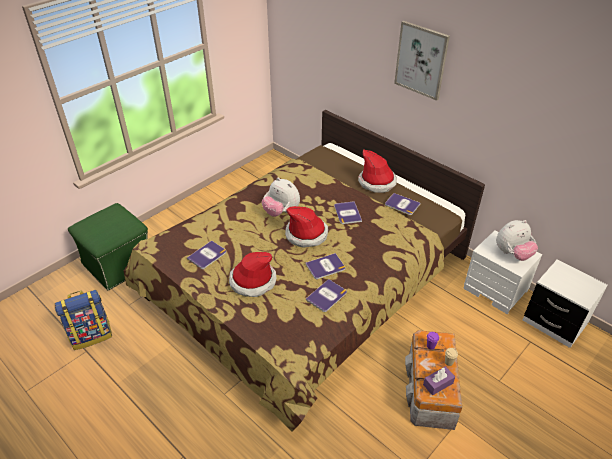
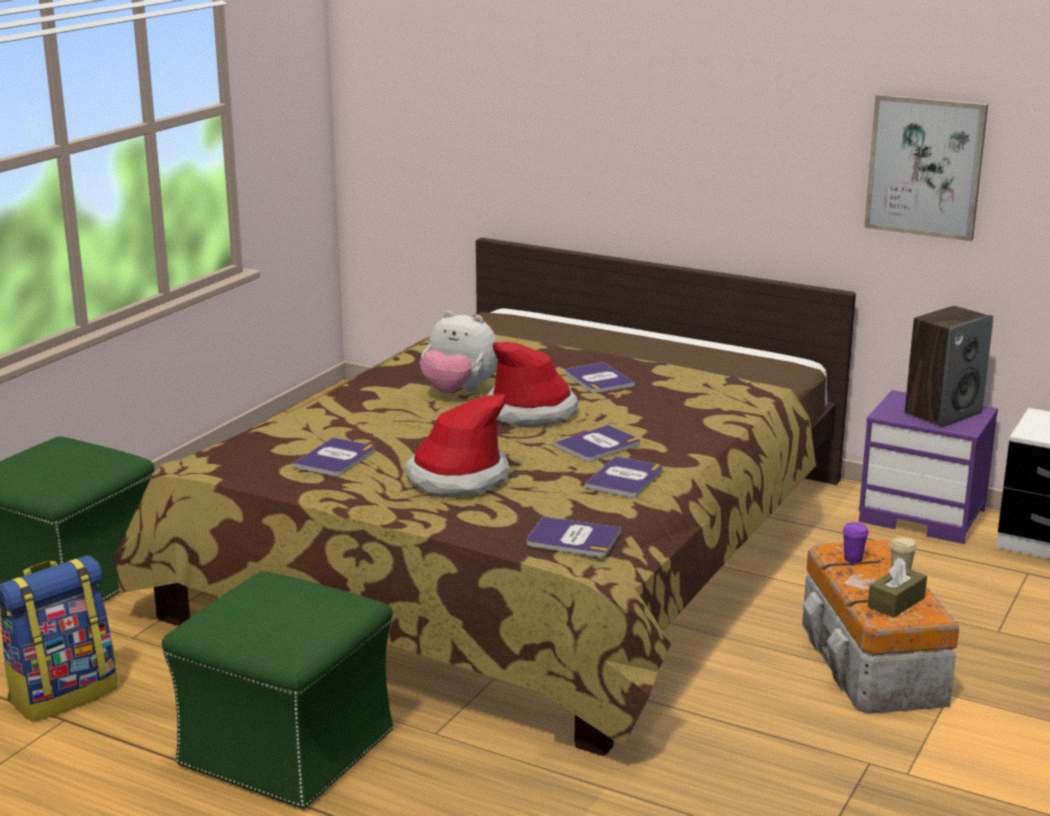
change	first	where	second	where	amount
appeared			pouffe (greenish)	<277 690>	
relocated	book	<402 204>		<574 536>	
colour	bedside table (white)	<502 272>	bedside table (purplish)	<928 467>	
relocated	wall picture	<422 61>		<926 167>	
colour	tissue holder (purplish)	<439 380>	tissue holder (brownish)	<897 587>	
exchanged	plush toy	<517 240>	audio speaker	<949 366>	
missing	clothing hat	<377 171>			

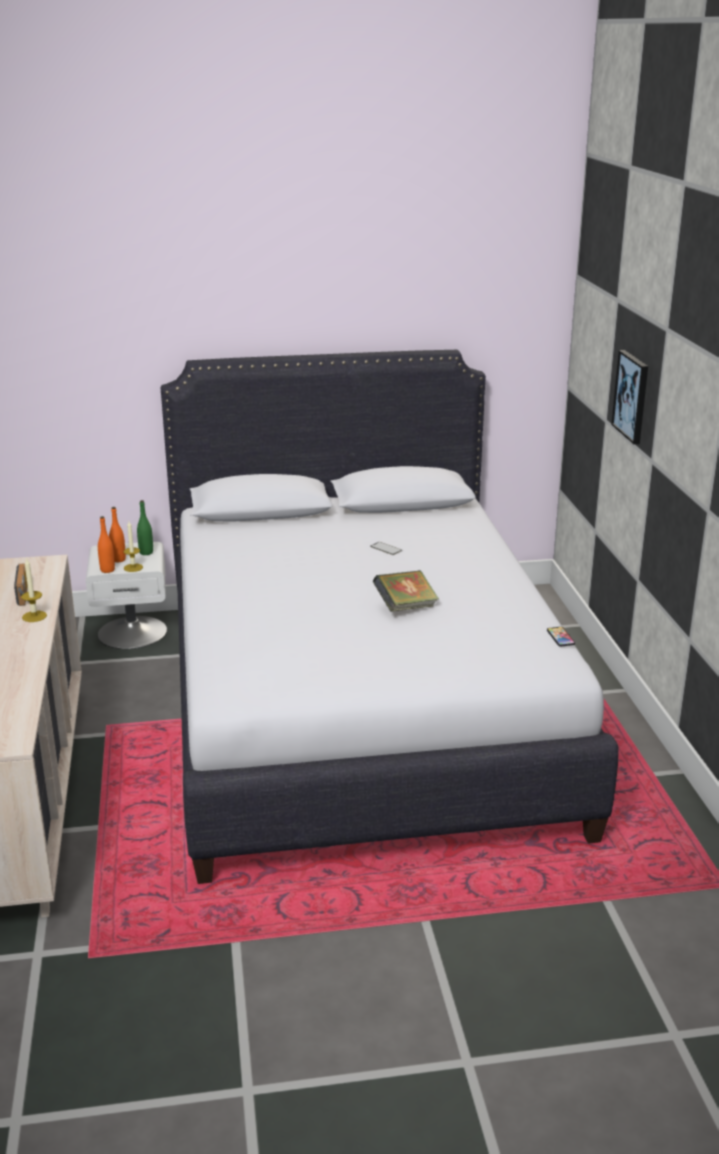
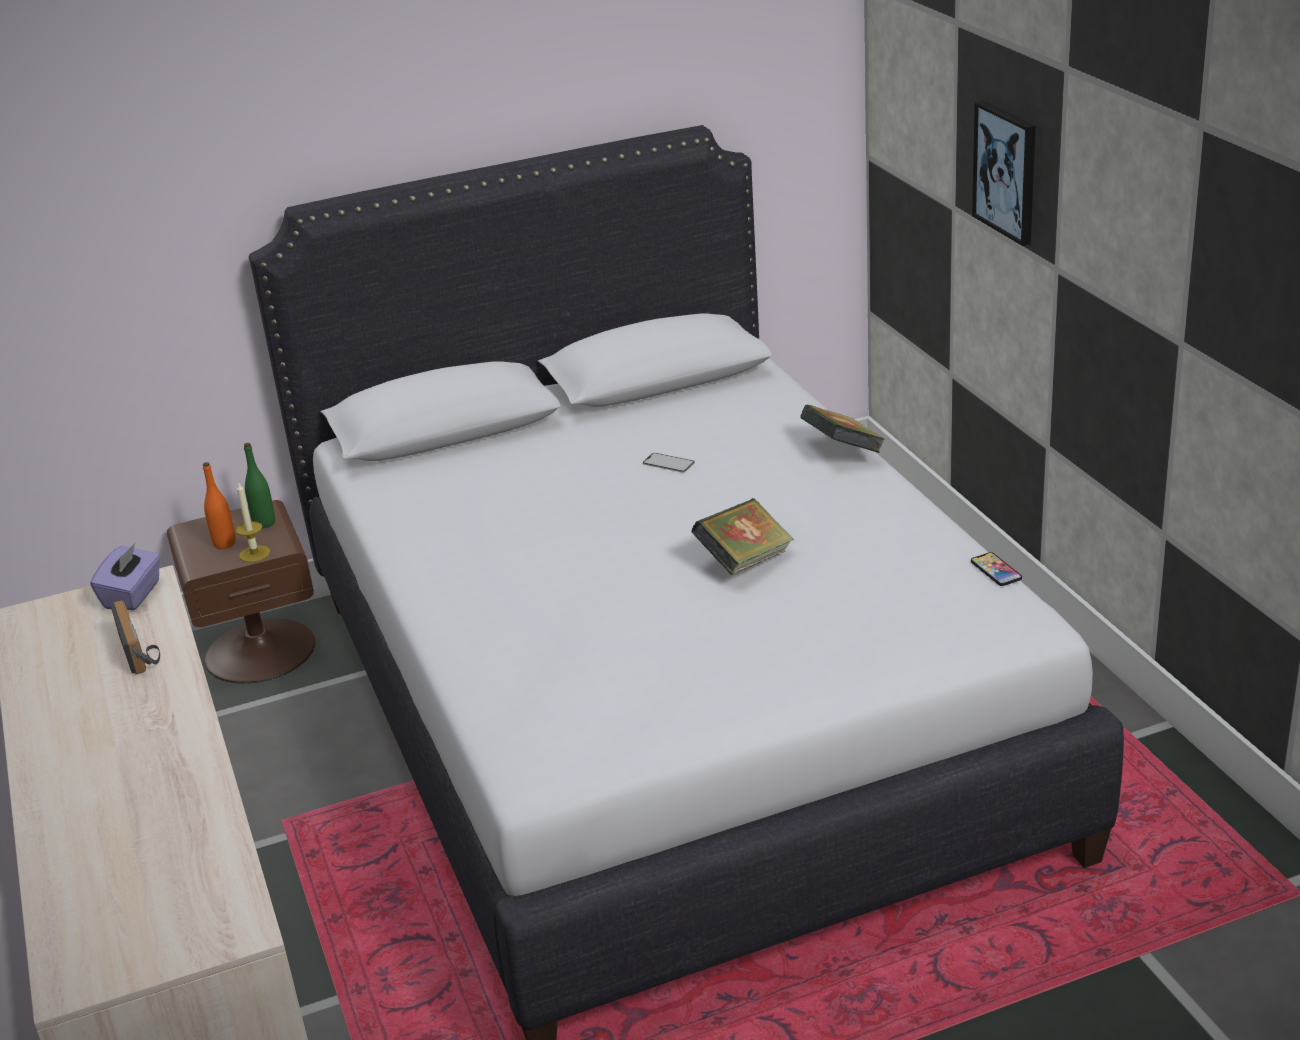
change	first	where	second	where	amount
appeared			tissue holder (purplish)	<125 576>	
colour	bedside table (white)	<126 595>	bedside table (brownish)	<241 591>	
appeared			book	<842 428>	
missing	wax candle	<34 590>			
missing	drink bottle (orange-coloured)	<106 544>			

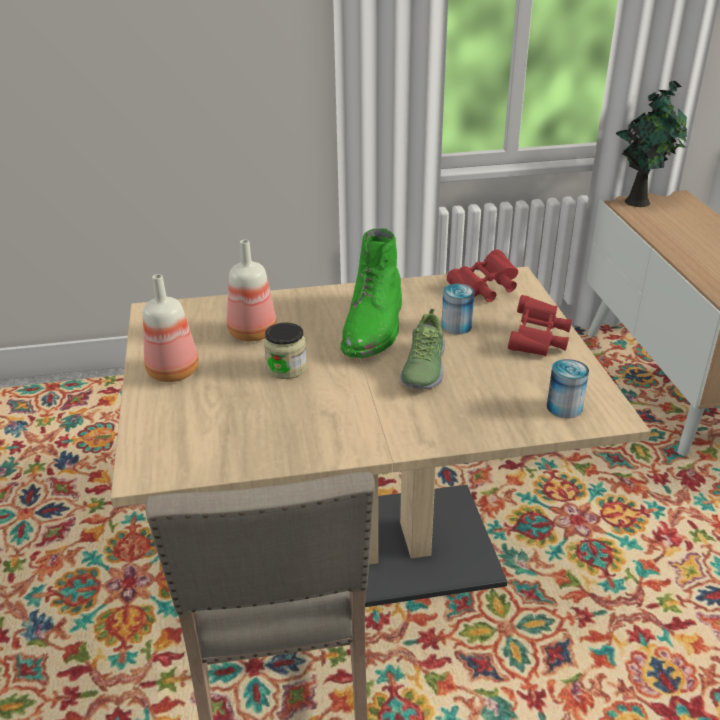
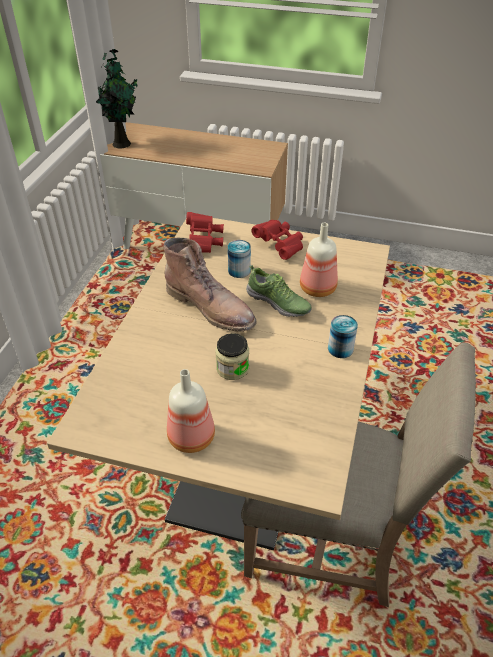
change	first	where	second	where	amount
colour	high-top boot (greenish)	<371 293>	high-top boot (brownish)	<210 285>	
relocated	drink bottle	<252 290>		<319 260>	
relocated	sealed can	<568 388>		<343 336>	

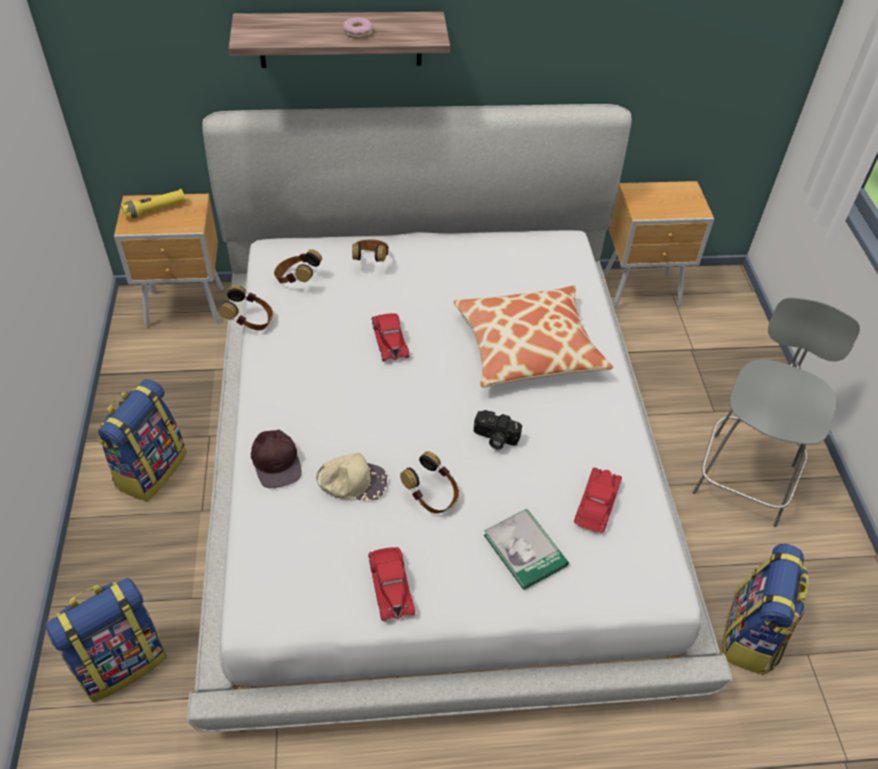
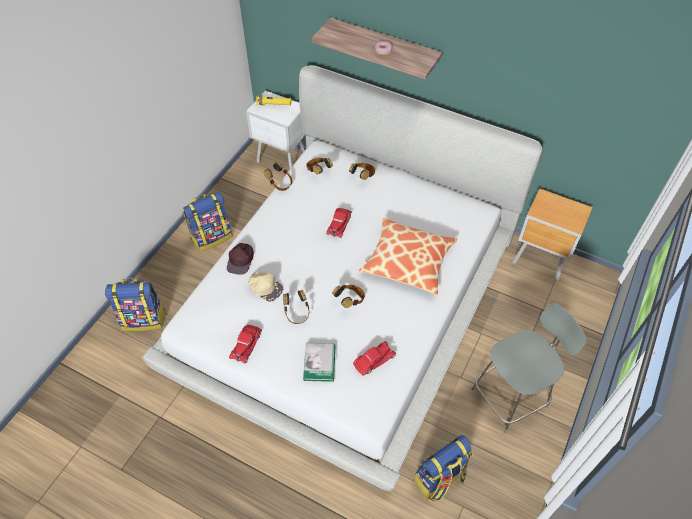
change	first	where	second	where	amount
colour	bedside table (brownish)	<169 260>	bedside table (white)	<275 130>	
exchanged	still camera	<498 429>	headphones	<348 296>	

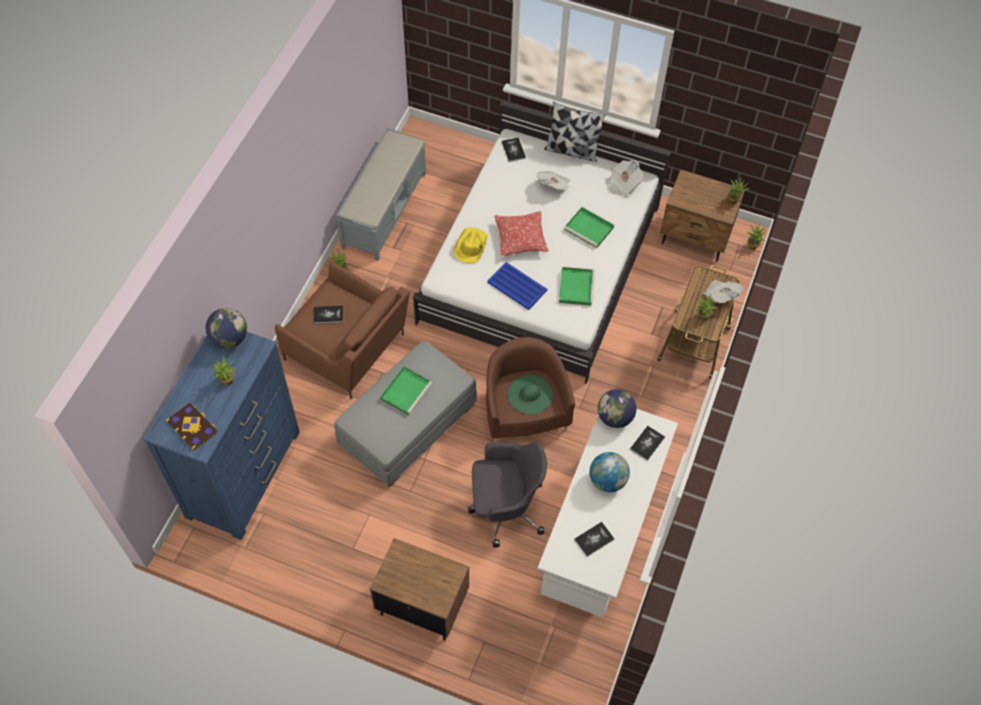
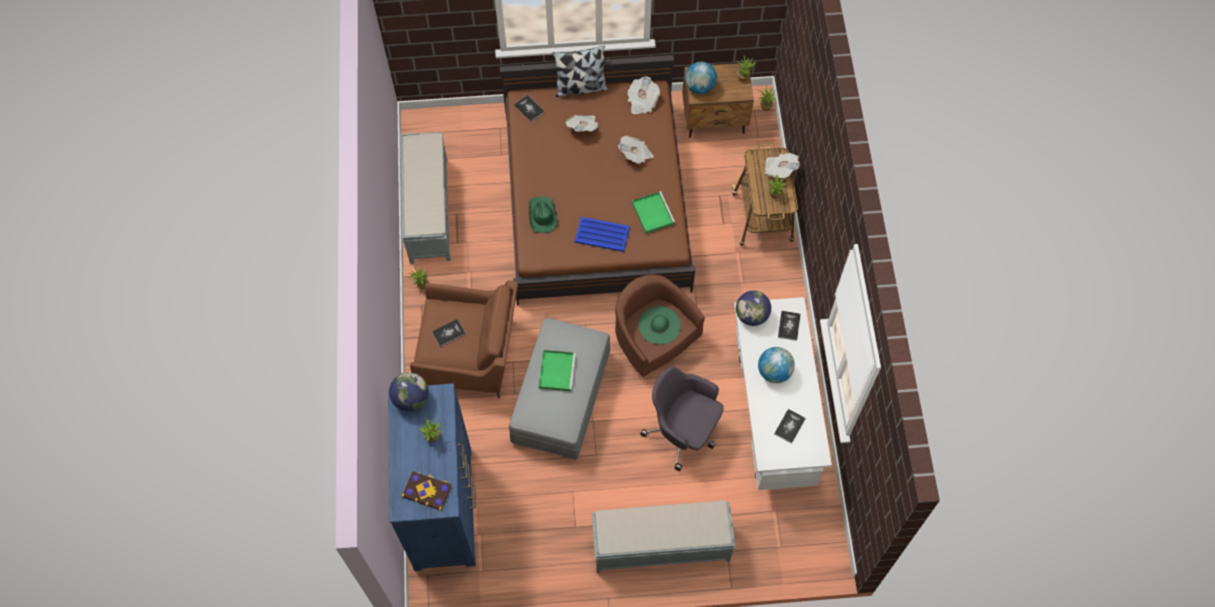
change	first	where	second	where	amount
colour	sleeping bed (white)	<542 242>	sleeping bed (brownish)	<598 180>	
colour	clothing hat (yellow-coloured)	<471 245>	clothing hat (greenish)	<543 214>	
exchanged	bedside table (brownish)	<419 589>	long seat (grey)	<664 536>	
exchanged	serving tray (greenish)	<589 227>	daily paper	<636 150>	
spun	office chair (grey)	<507 495>		<682 418>	120 degrees counterclockwise
appeared			desk globe	<701 78>	
missing	cushion	<521 233>			

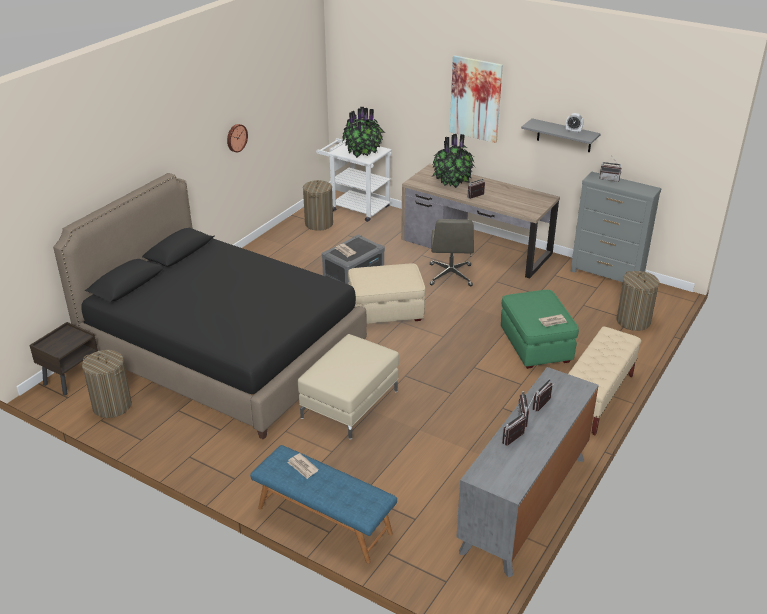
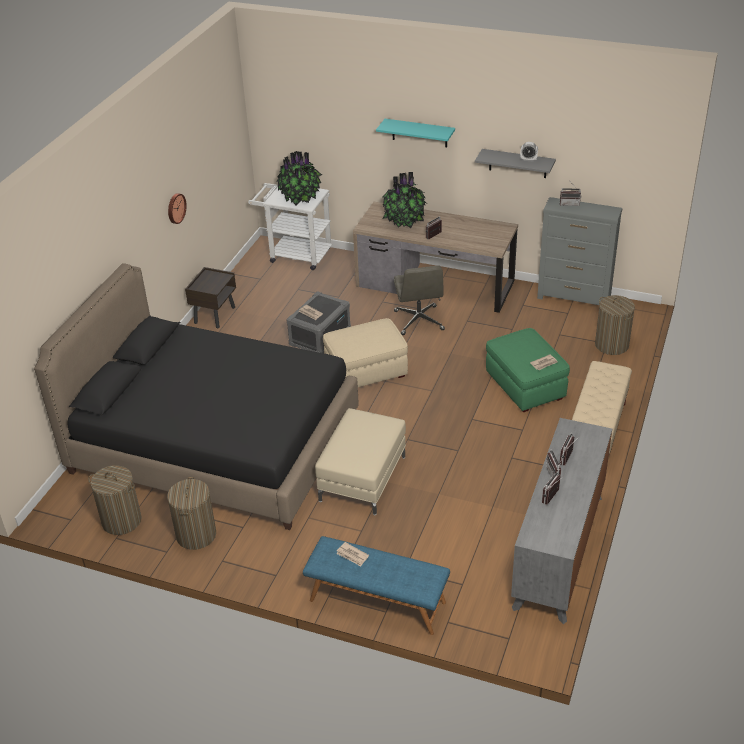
change	first	where	second	where	amount
relocated	hamper	<318 205>		<191 513>	
relocated	bedside table (brownish)	<63 358>		<210 297>	
exchanged	wall picture	<476 99>	shelf (blue-green)	<415 133>	

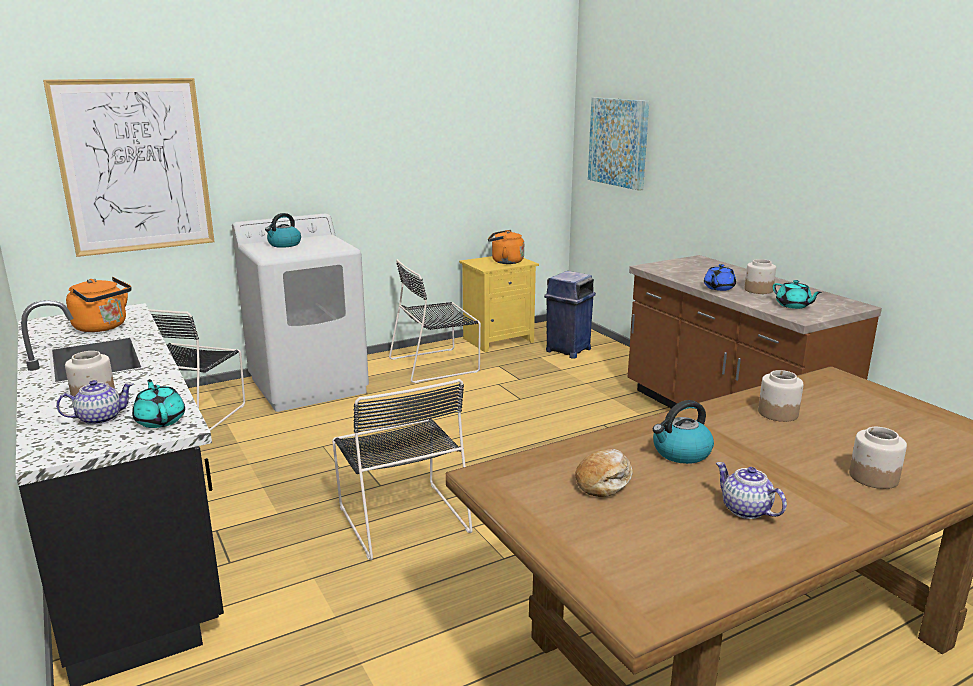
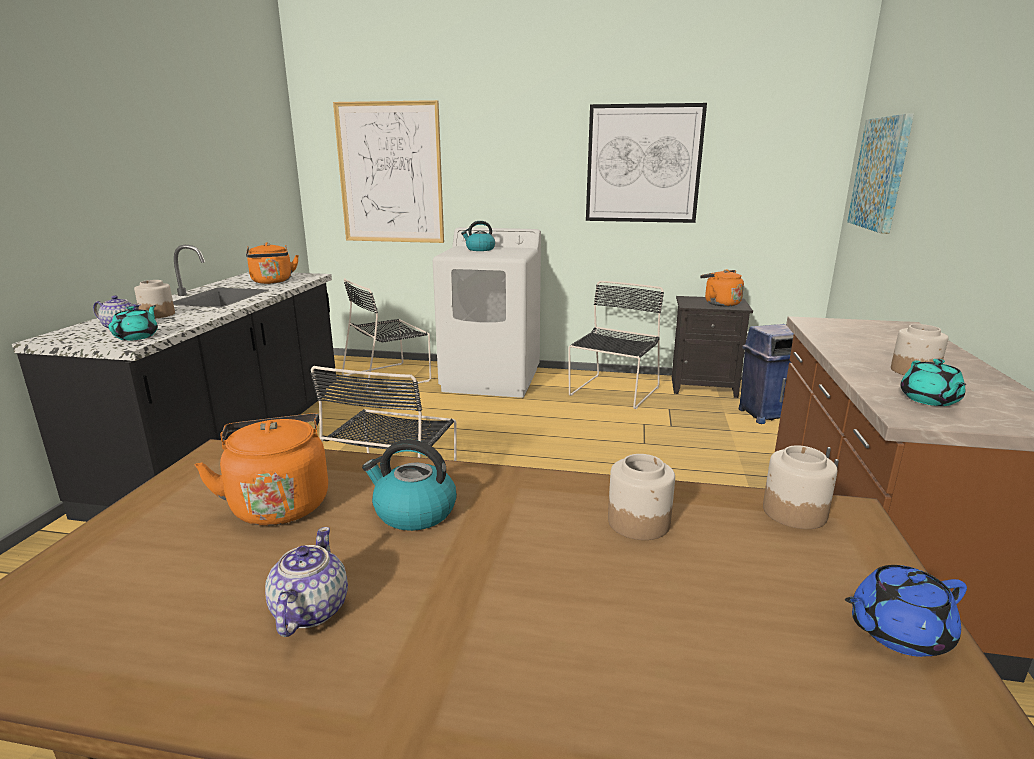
change	first	where	second	where	amount
exchanged	bread	<604 473>	water kettle (orange-coloured)	<261 469>	
spun	chair (blackish)	<435 321>		<616 345>	105 degrees clockwise
appeared			wall picture	<646 163>	
colour	bedside table (yellow-coloured)	<499 304>	bedside table (blackish)	<712 347>	
relocated	jar	<878 458>		<800 487>	
relocated	teapot (blue-coloured)	<720 277>		<906 611>	

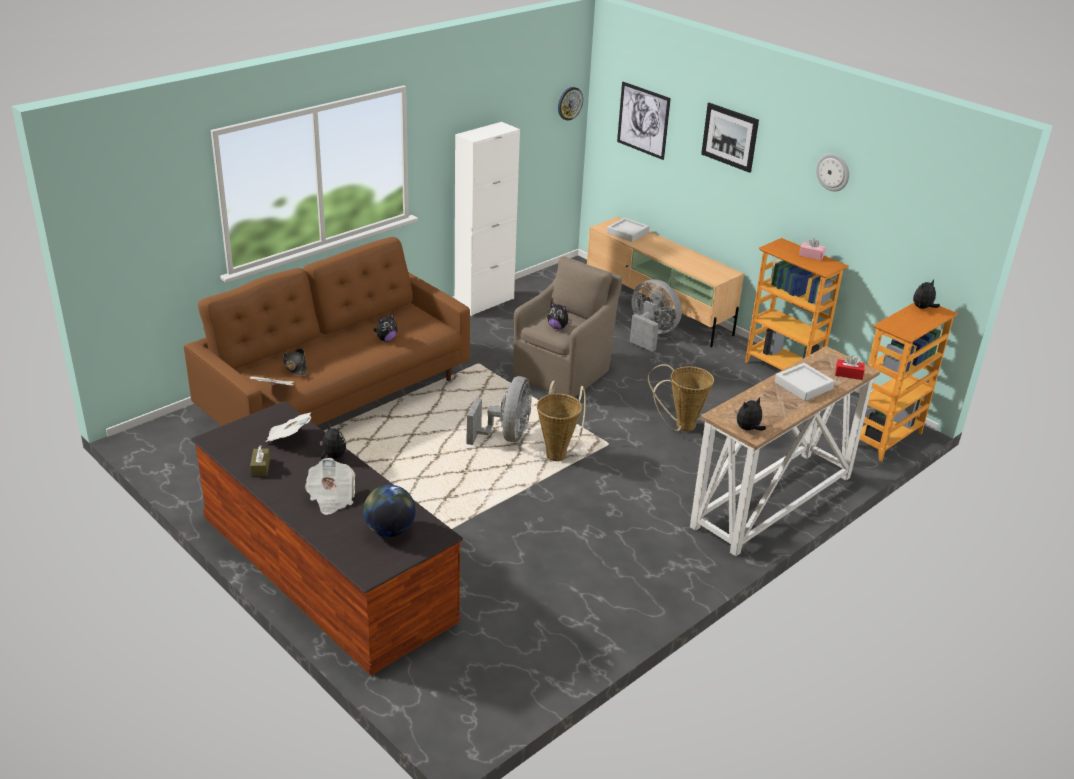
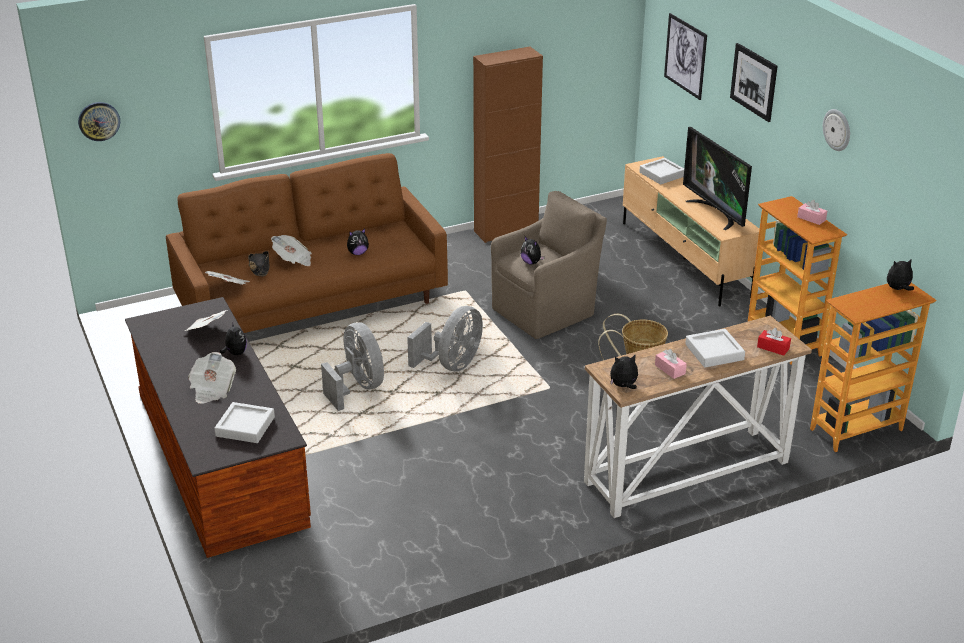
change	first	where	second	where	amount
relocated	clock on the wall	<570 103>		<99 121>	
exchanged	desk globe	<389 511>	serving tray (grey)	<244 422>	
appeared			daily paper	<291 250>	
relocated	electric fan (grey)	<656 315>		<352 366>	
colour	cupboard (white)	<487 219>	cupboard (brownish)	<508 145>	
appeared			tissue holder (pinkish)	<671 364>	
appeared			TV	<717 178>	
missing	tissue holder (brownish)	<260 461>			
missing	basket	<561 421>			

